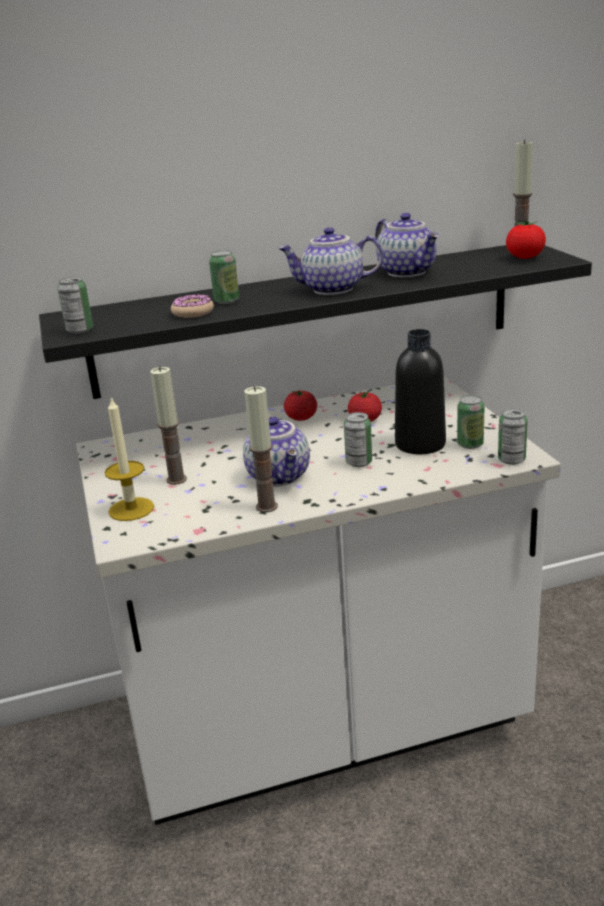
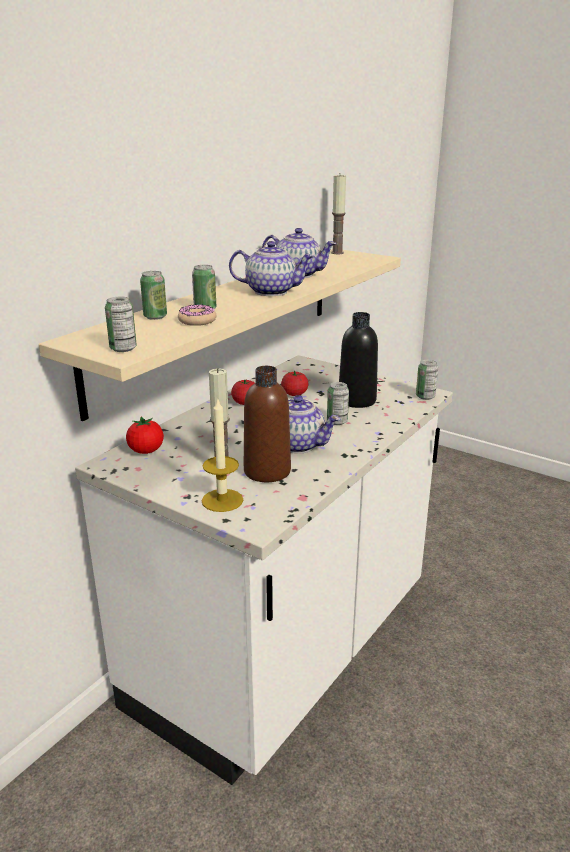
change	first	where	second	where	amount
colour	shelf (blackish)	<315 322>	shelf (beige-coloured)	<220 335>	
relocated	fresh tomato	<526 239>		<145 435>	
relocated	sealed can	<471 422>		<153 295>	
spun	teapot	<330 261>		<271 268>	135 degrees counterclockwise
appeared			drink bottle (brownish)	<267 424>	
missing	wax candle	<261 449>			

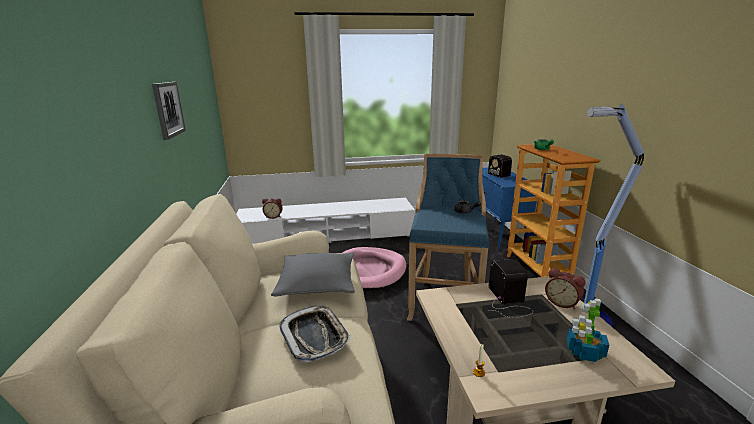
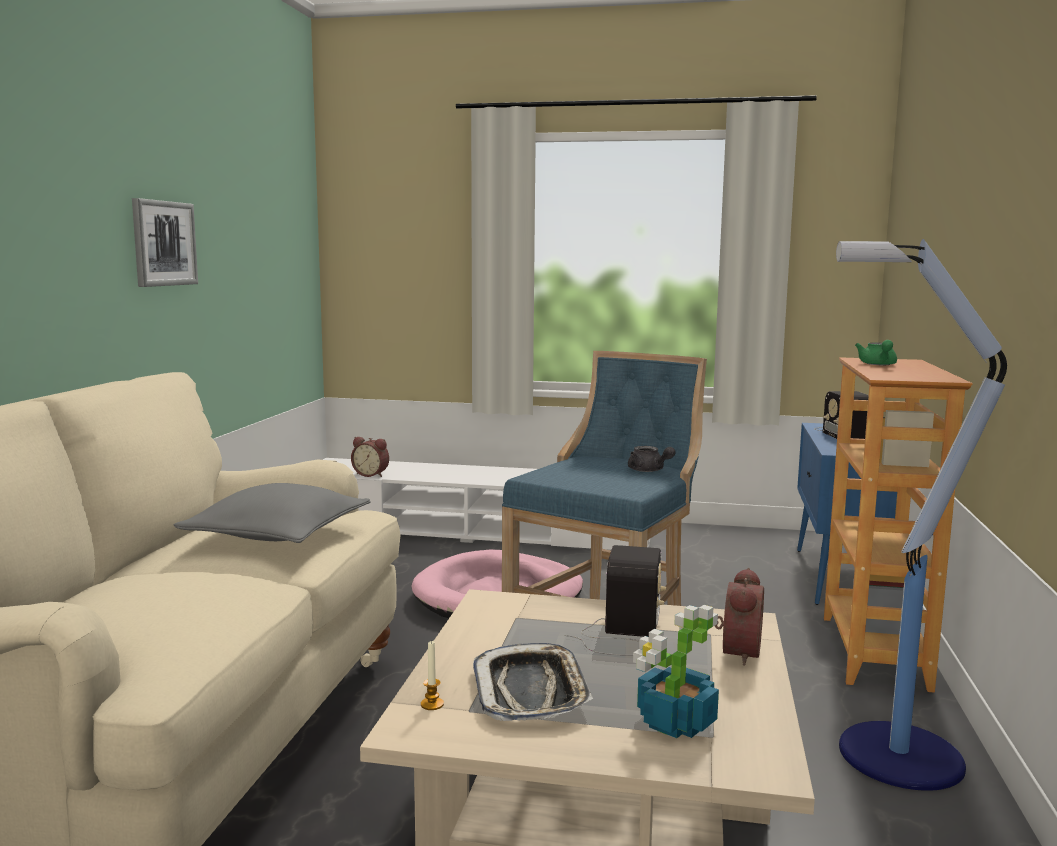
change	first	where	second	where	amount
relocated	serving tray	<315 334>		<533 682>	
spun	bedside clock	<565 289>		<739 617>	135 degrees counterclockwise

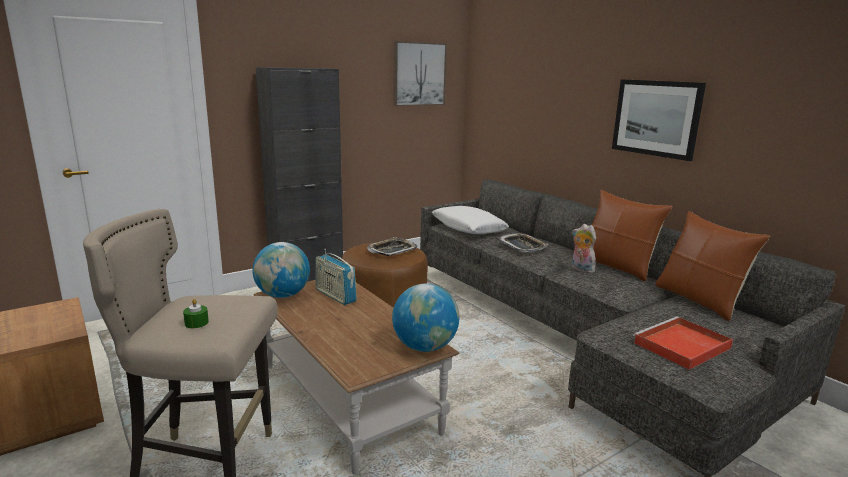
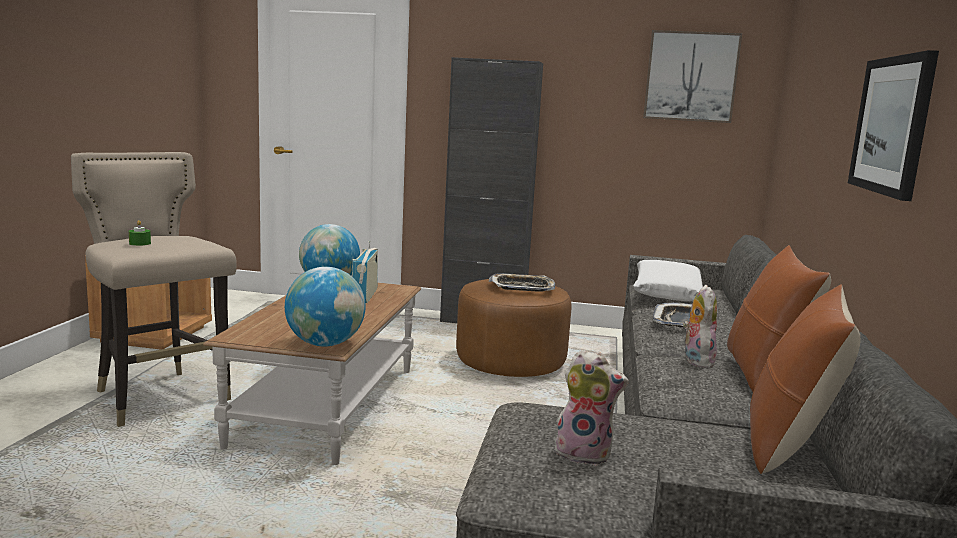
change	first	where	second	where	amount
exchanged	serving tray (red)	<683 343>	plush toy	<590 407>	

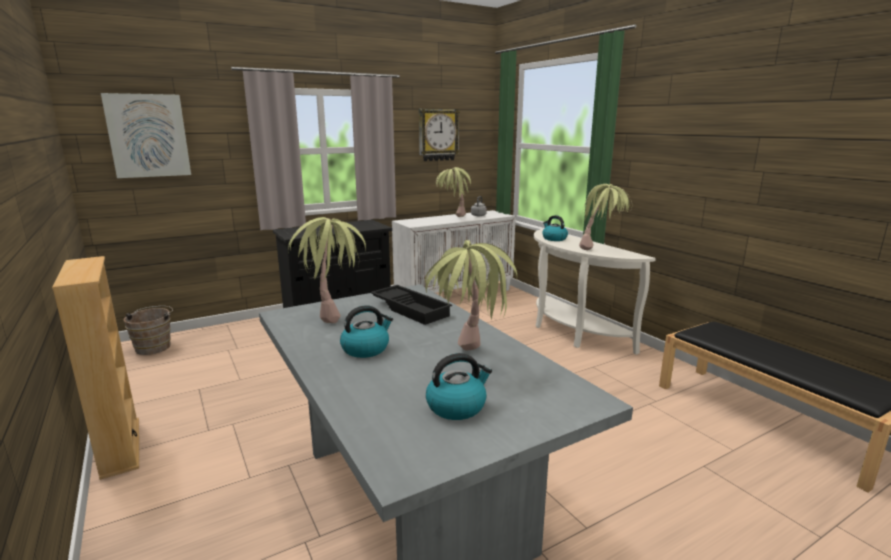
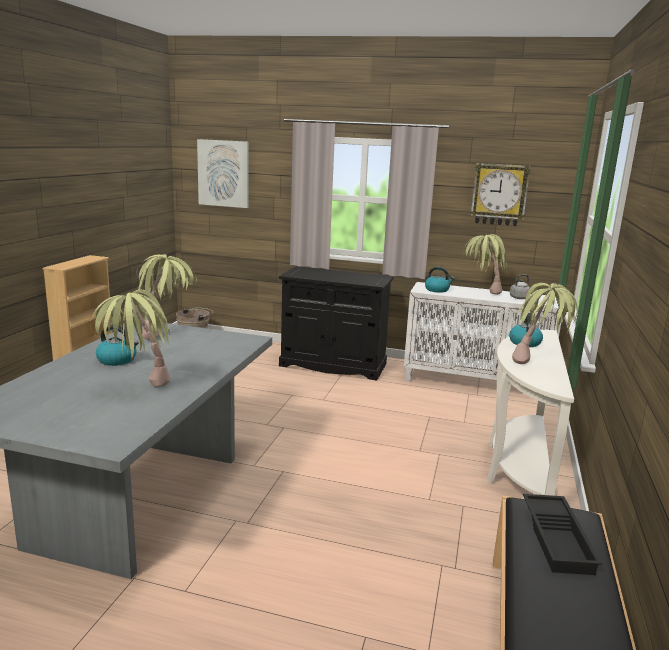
change	first	where	second	where	amount
relocated	water kettle	<459 386>		<439 280>	
relocated	serving tray (blackish)	<411 305>		<562 534>	

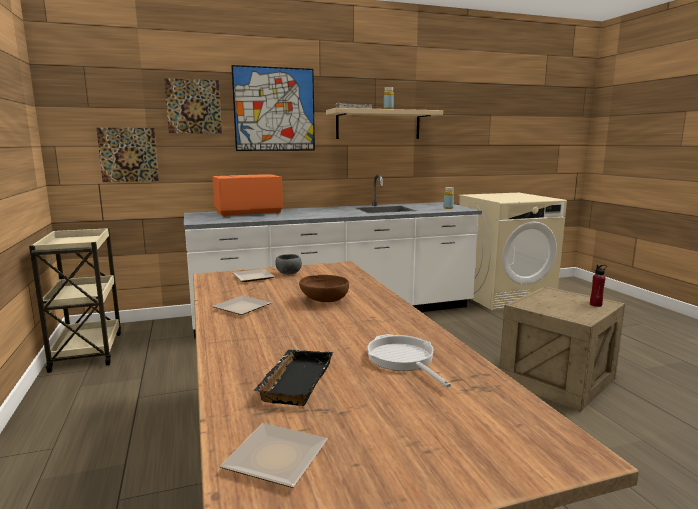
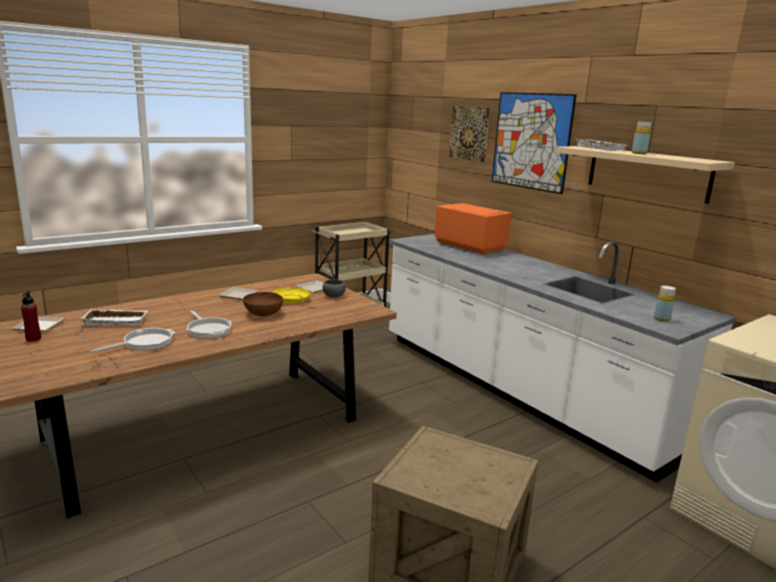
change	first	where	second	where	amount
relocated	drink bottle (red)	<598 286>		<31 316>	
colour	serving tray (blackish)	<293 378>	serving tray (white)	<115 317>	
appeared			frying pan	<209 324>	
appeared			flat dish (yellow-coloured)	<292 295>	
missing	wall picture	<127 155>			

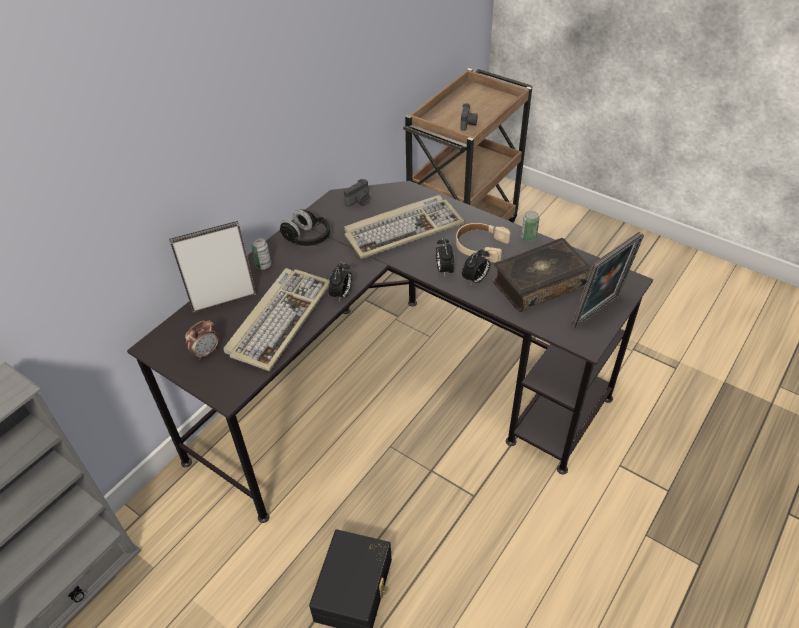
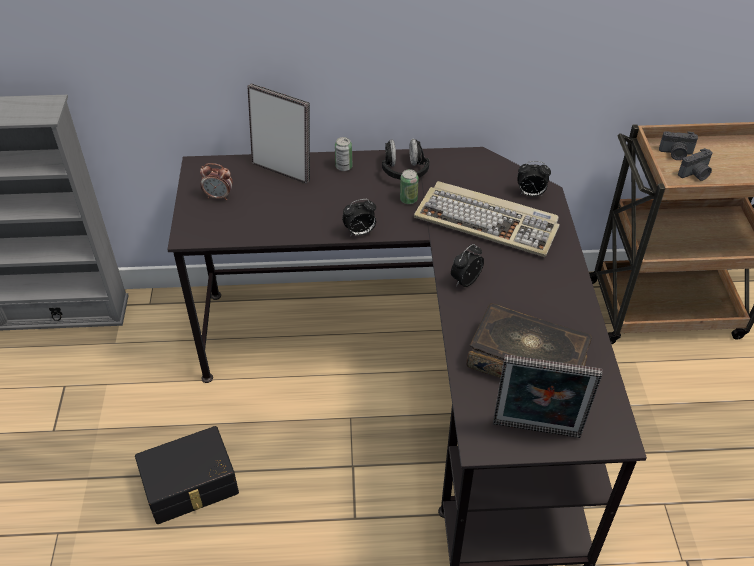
change	first	where	second	where	amount
relocated	sealed can	<530 226>		<409 186>	
relocated	bedside clock	<476 267>		<534 179>	
relocated	still camera	<357 193>		<678 145>	
missing	PC keyboard	<276 319>			
missing	headphones (beige-coloured)	<483 243>			

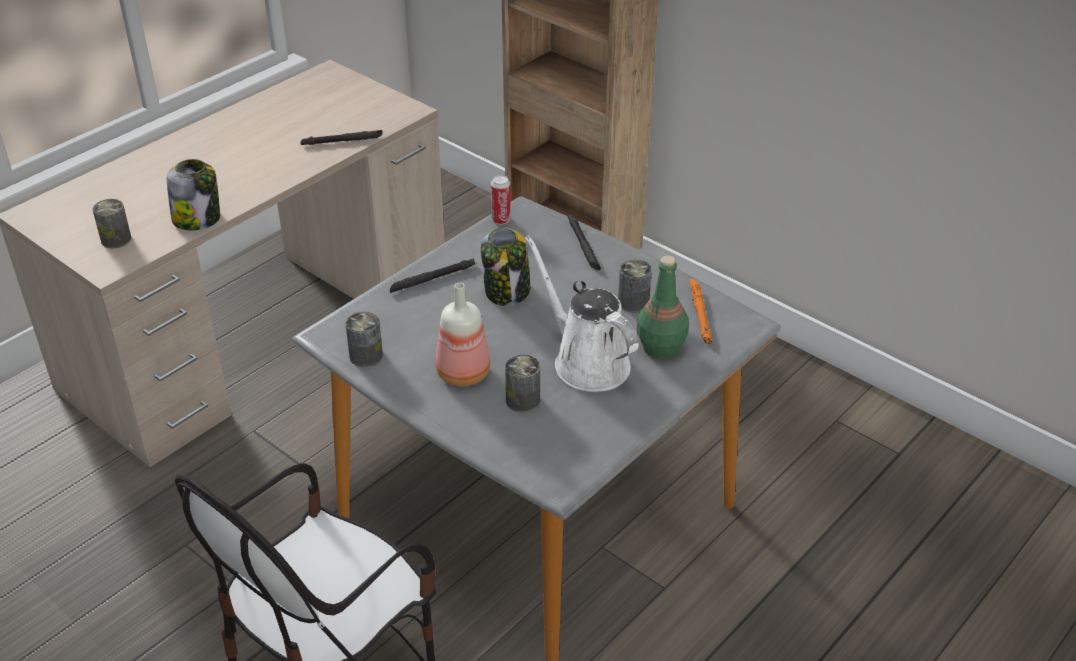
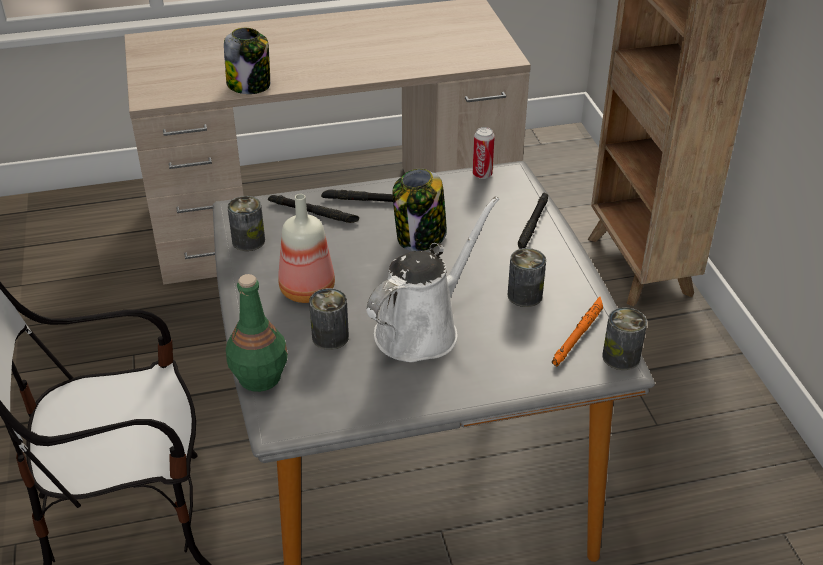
change	first	where	second	where	amount
relocated	drink bottle (greenish)	<663 307>		<257 333>	
relocated	hand torch (blackish)	<341 137>		<313 209>	
spun	watering can (white)	<582 313>		<433 279>	45 degrees clockwise
relocated	sealed can	<111 223>		<624 338>	

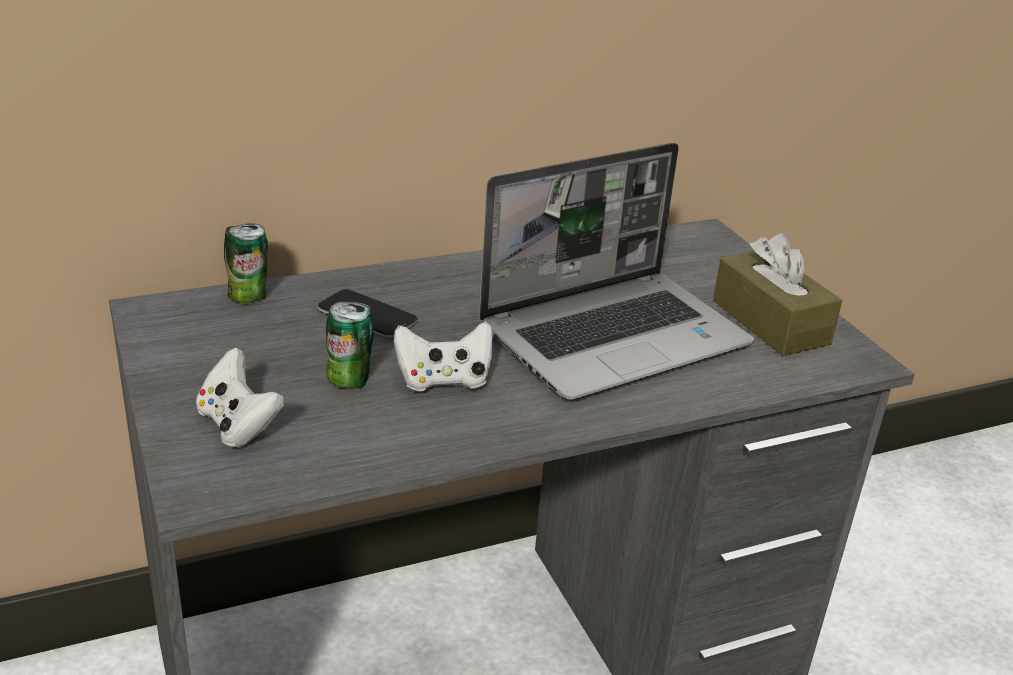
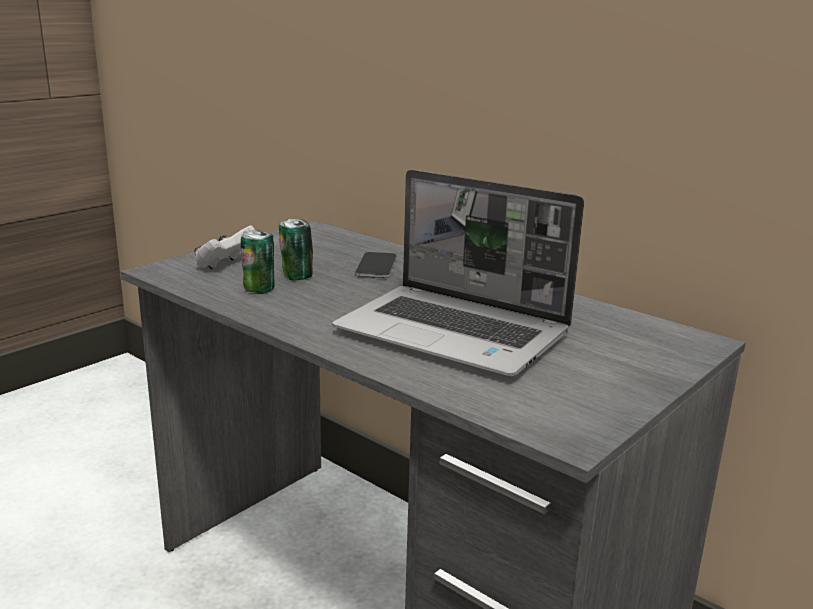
change	first	where	second	where	amount
relocated	sealed can	<246 263>		<258 262>	
missing	game controller (white)	<443 357>			
missing	tissue holder (brownish)	<777 294>			

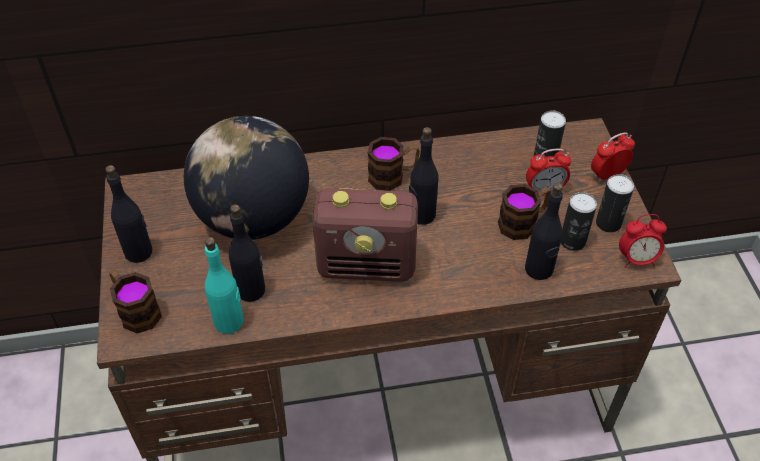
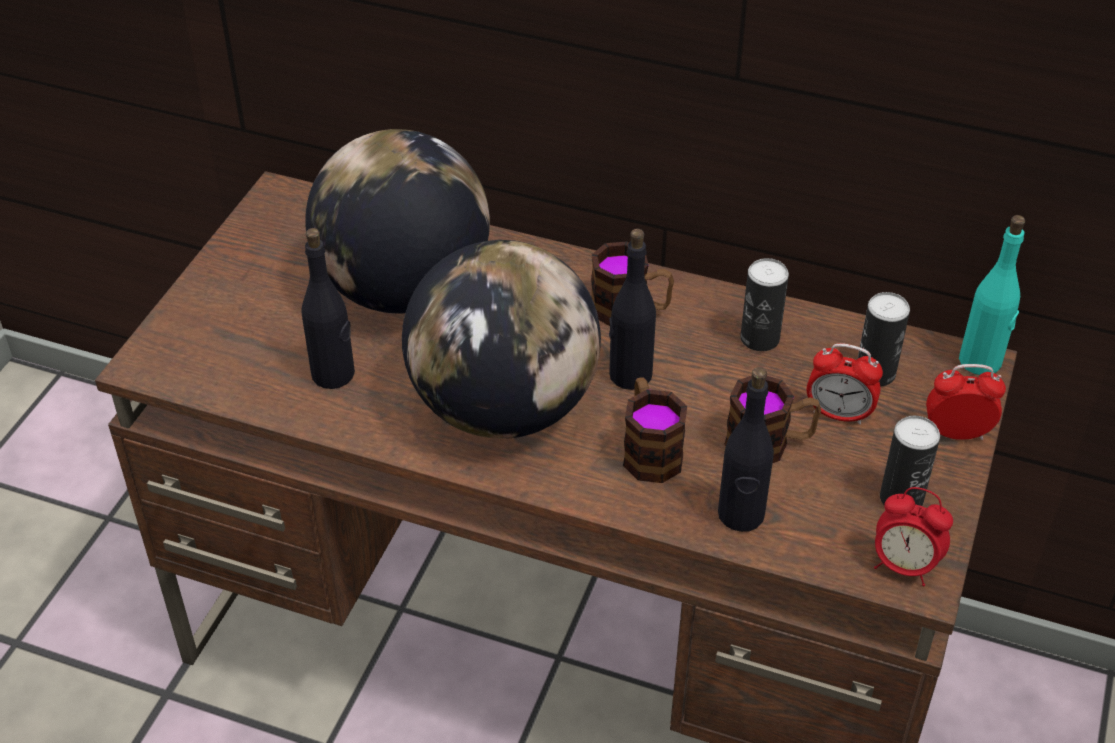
change	first	where	second	where	amount
exchanged	radio receiver	<365 235>	desk globe	<501 339>	
relocated	coffee mug	<135 301>		<655 430>	
relocated	sealed can	<579 221>		<764 304>	
relocated	drink bottle (blue-green)	<224 285>		<992 295>	
missing	drink bottle (blackish)	<129 214>			

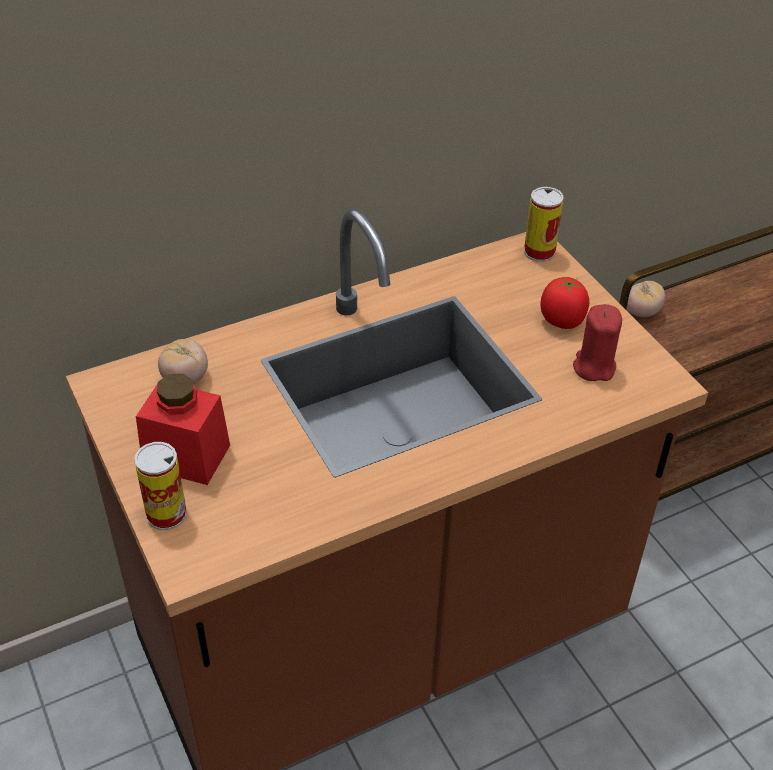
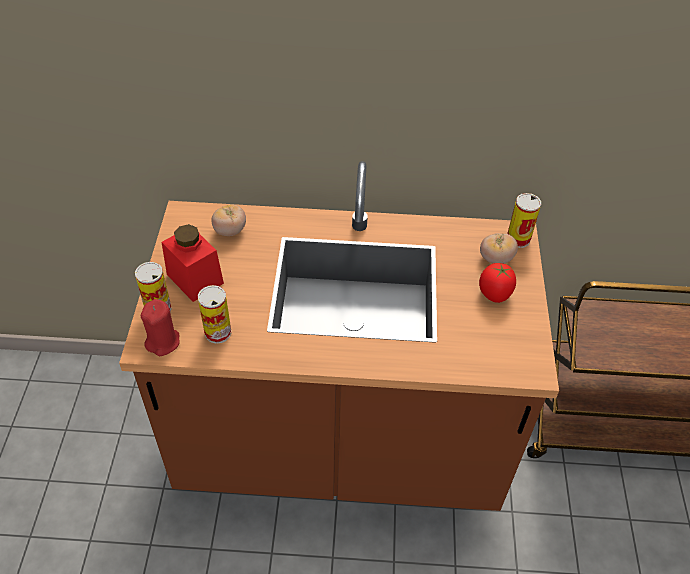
change	first	where	second	where	amount
relocated	wax candle (red)	<597 342>		<160 327>	
appeared			sealed can	<214 314>	
relocated	fresh tomato	<646 299>		<499 248>	

